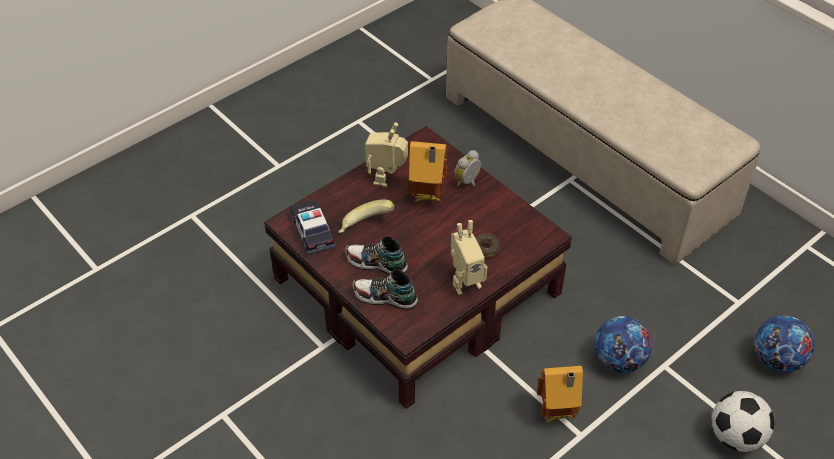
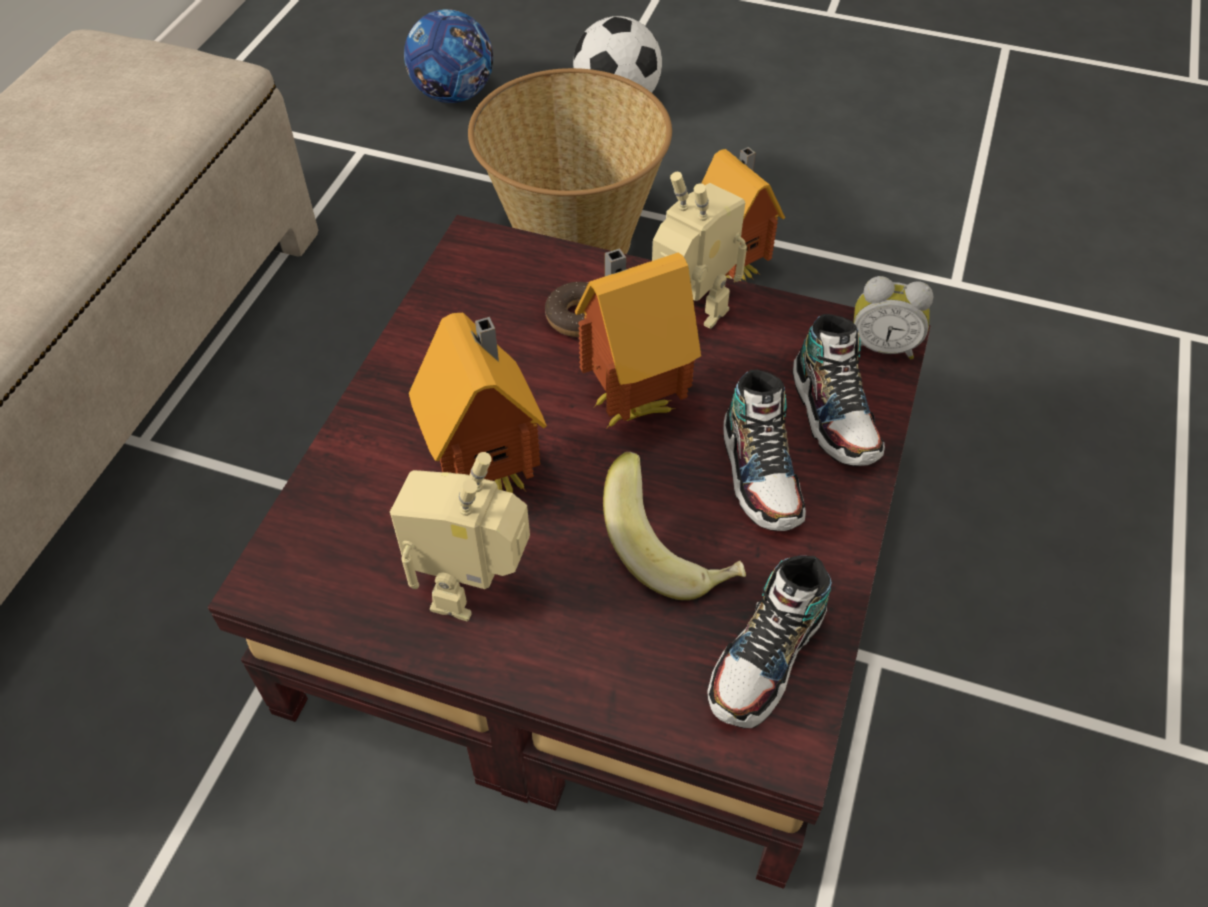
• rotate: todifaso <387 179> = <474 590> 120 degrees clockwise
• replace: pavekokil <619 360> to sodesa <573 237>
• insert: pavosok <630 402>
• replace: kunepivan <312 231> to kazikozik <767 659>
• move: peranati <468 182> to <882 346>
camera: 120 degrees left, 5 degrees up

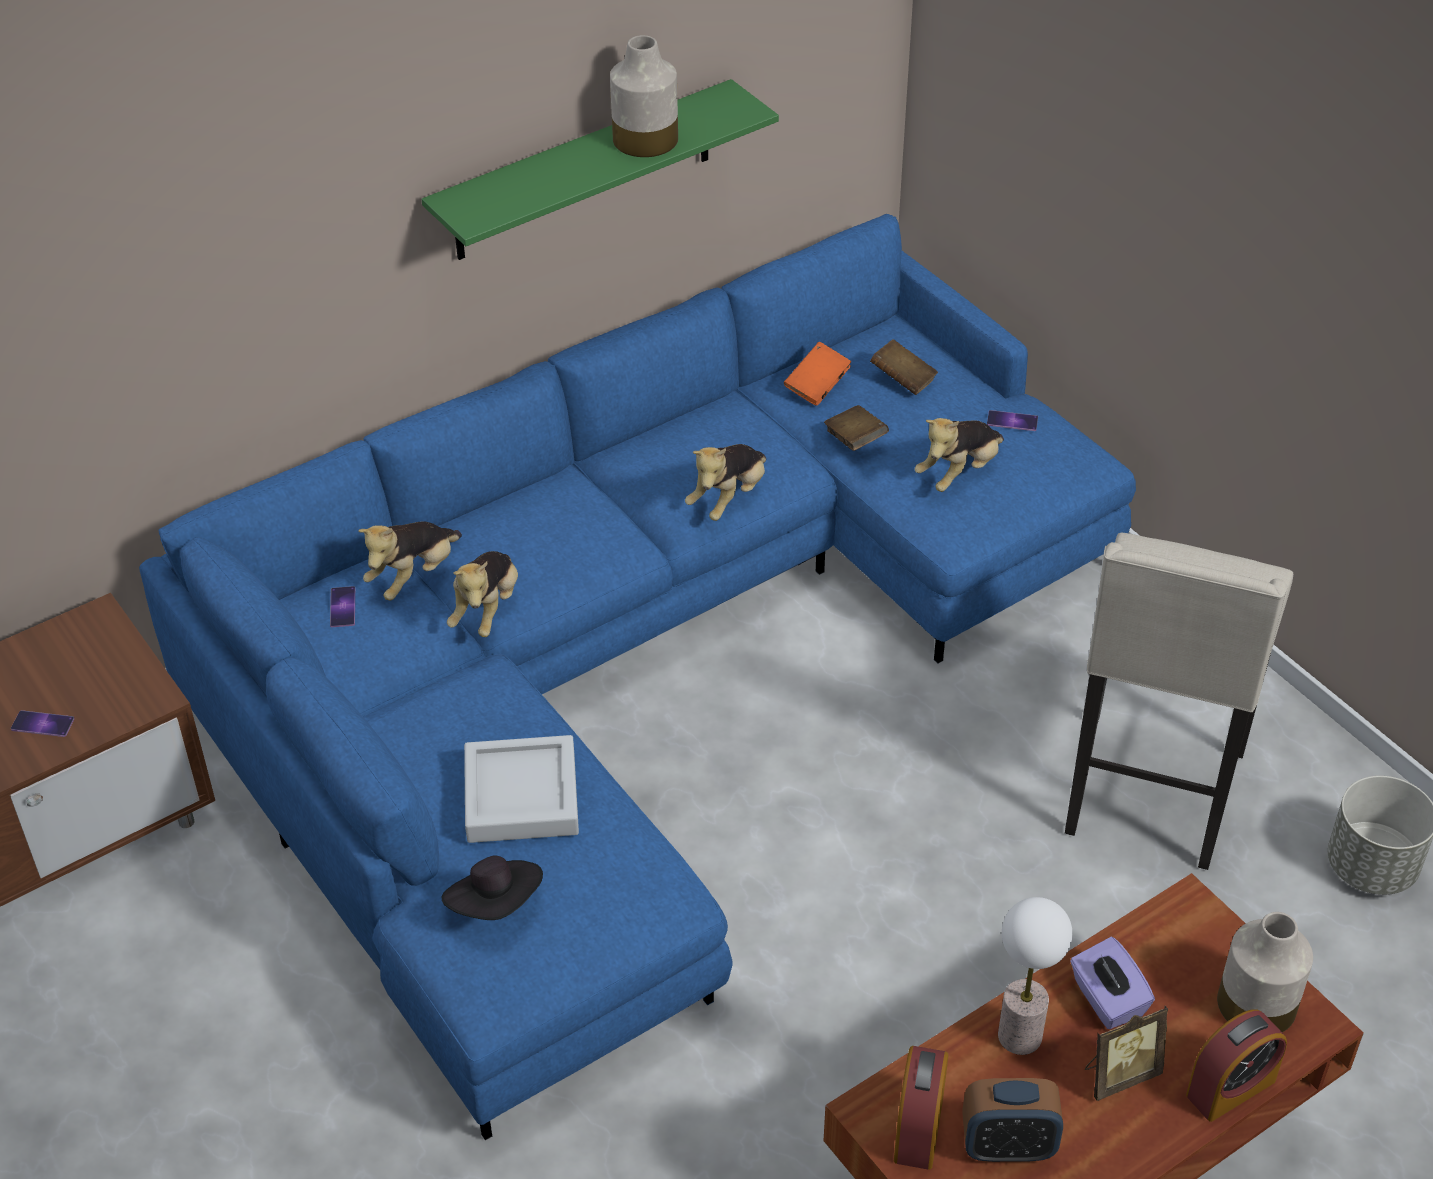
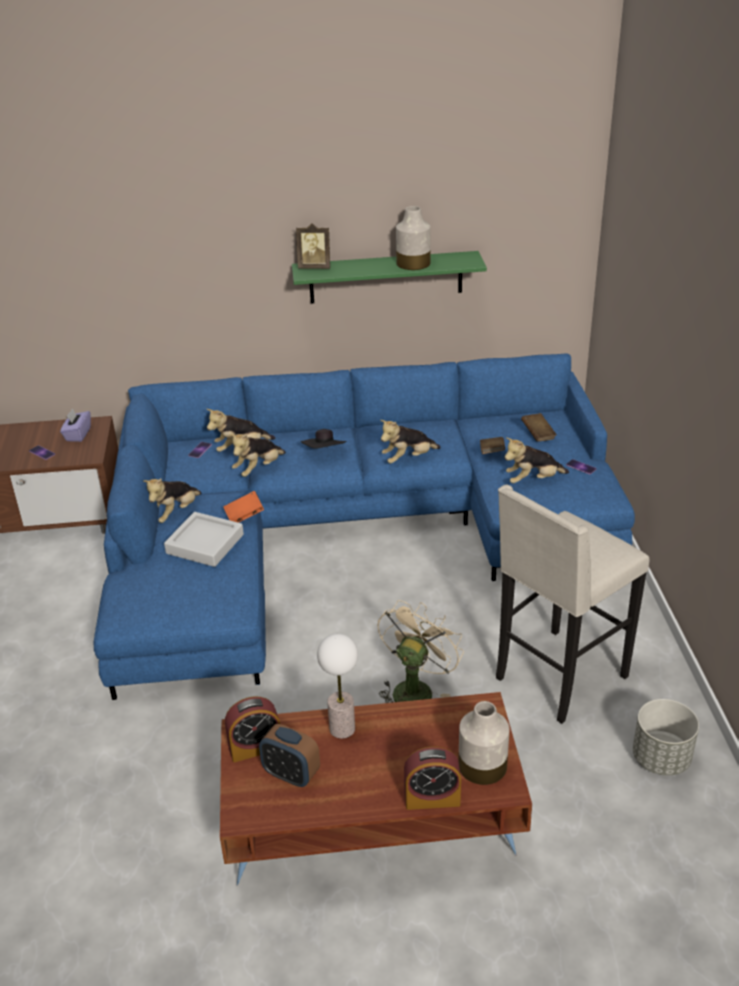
• move: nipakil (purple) <1107 1000> to <78 434>
• insert: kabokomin <175 513>
• move: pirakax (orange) <817 386> to <244 516>
• rotate: peranati <918 1127> = <255 747> 150 degrees counterclockwise
• move: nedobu <1119 1075> to <315 267>
• move: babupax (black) <496 904> to <325 453>
• insert: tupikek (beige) <415 688>
camera: 30 degrees right, 10 degrees down

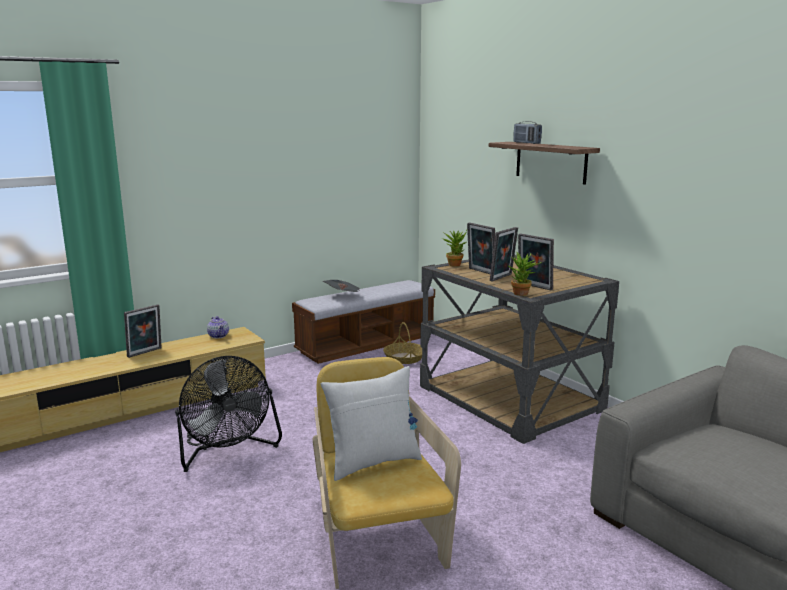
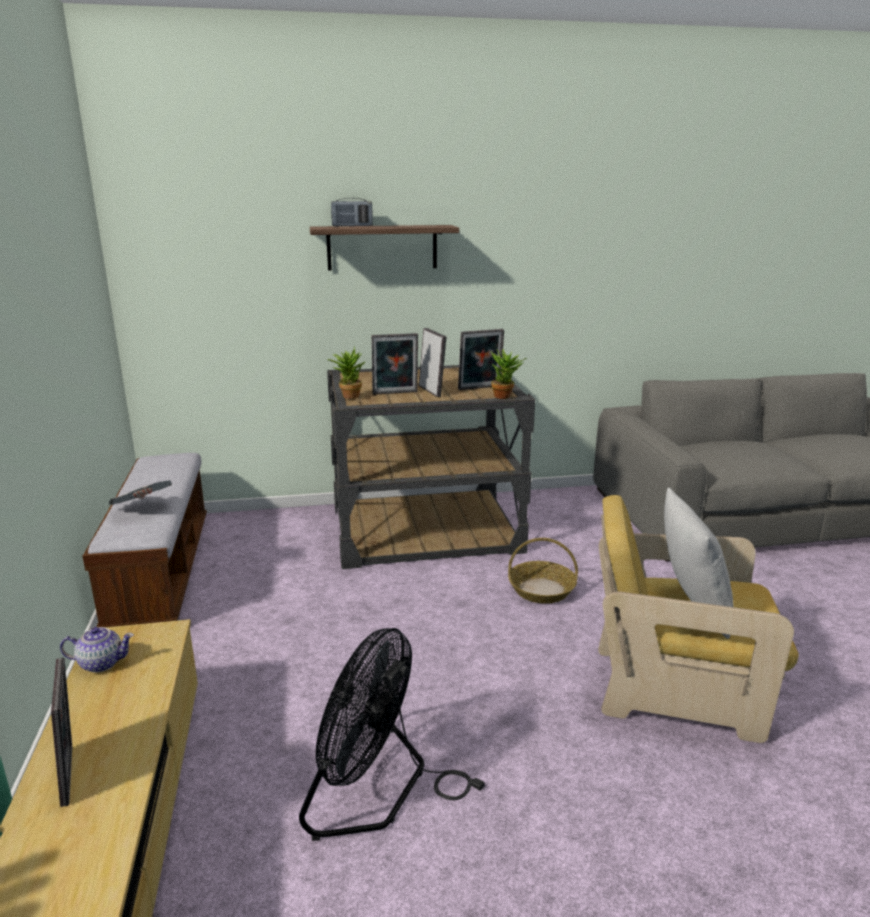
• rotate: tupikek (black) <223 451> = <388 785> 150 degrees counterclockwise
• move: sodesa <404 358> to <542 590>
camera: 65 degrees left, 5 degrees up

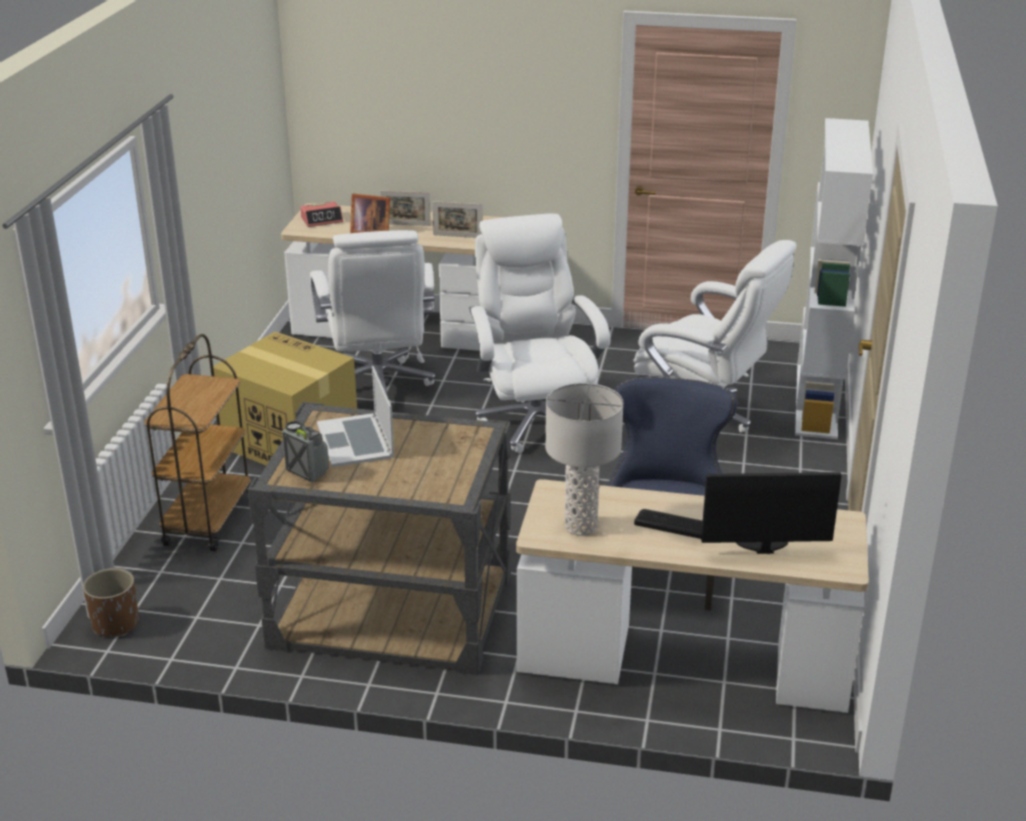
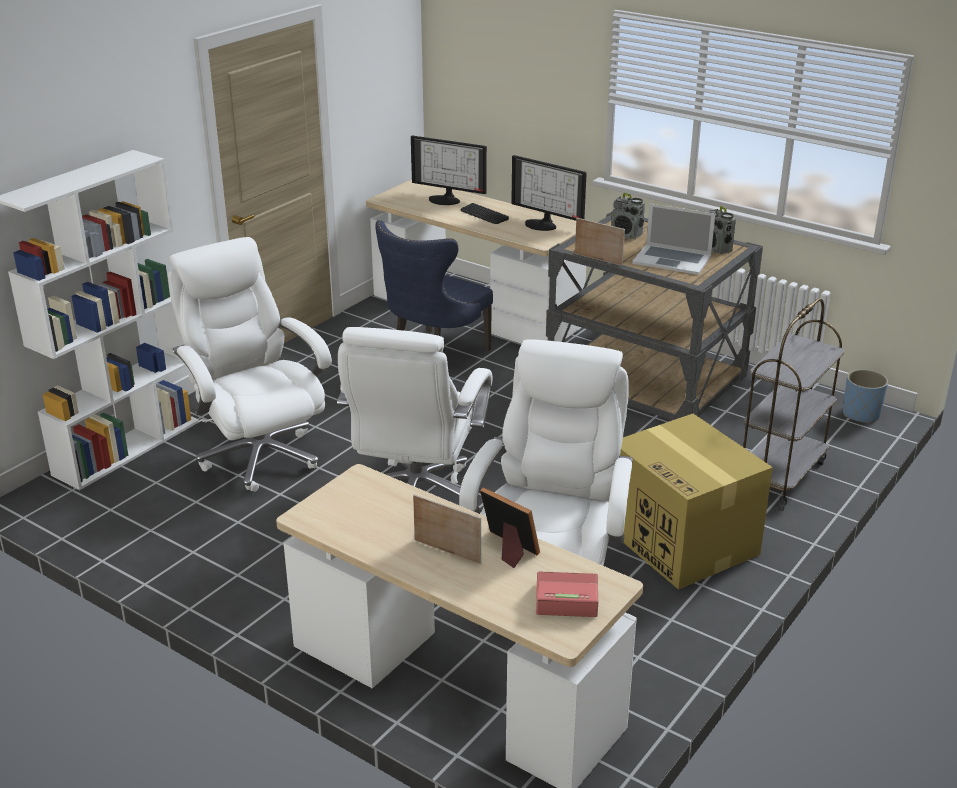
• replace: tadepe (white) <580 526> to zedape <542 224>
• move: nedobu <458 236> to <598 259>
• insert: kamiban <626 235>
• rotate: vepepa <356 440> = <672 259> 105 degrees clockwise
• recolor: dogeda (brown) <208 520> to dogeda (grey) <781 477>
• recolor: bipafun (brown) <115 624> to bipafun (blue) <861 414>
camera: 155 degrees left, 0 degrees up

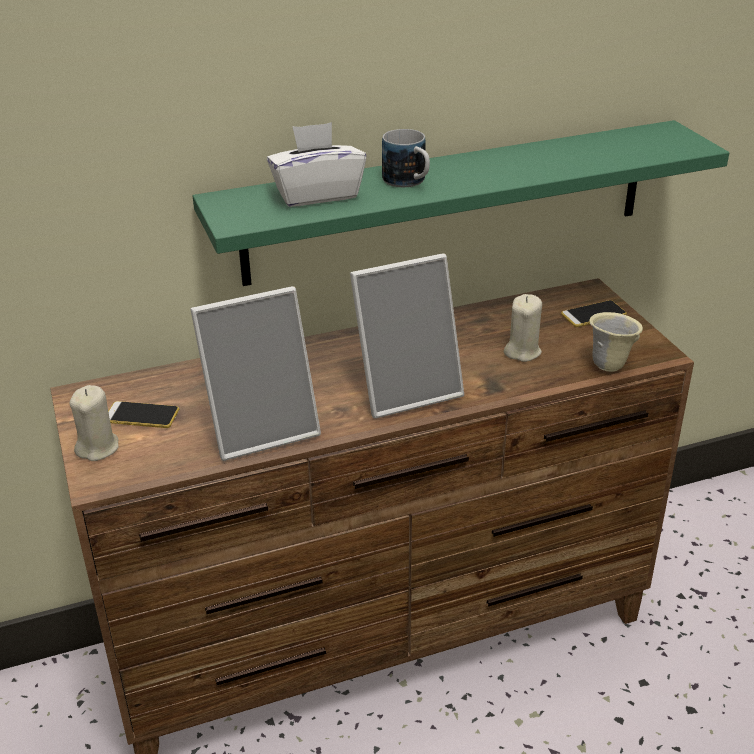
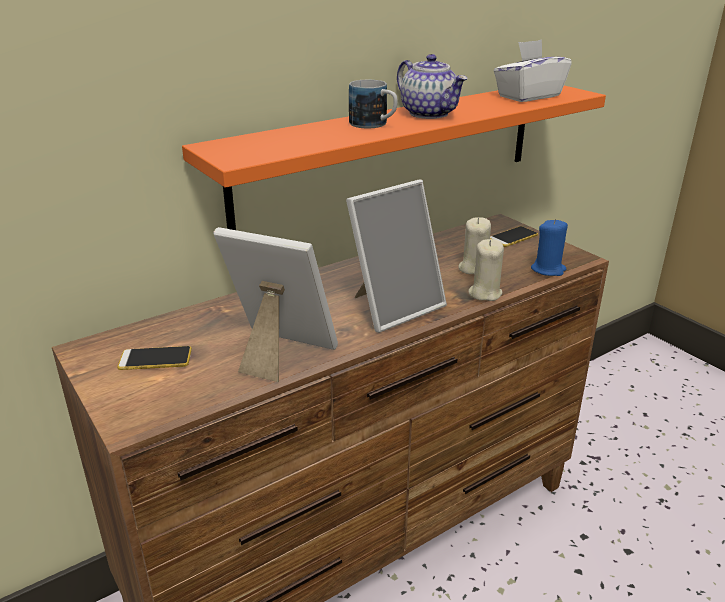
• recolor: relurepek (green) <448 202> to relurepek (orange) <392 151>
• rotate: nedobu <262 428> = <278 354> 120 degrees counterclockwise
• insert: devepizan <430 113>
• move: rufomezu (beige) <98 448> to <484 293>
• move: nipakil (white) <317 194> to <528 96>
• replace: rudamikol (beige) <610 365> to rufomezu (blue) <548 270>
camera: 15 degrees left, 5 degrees down

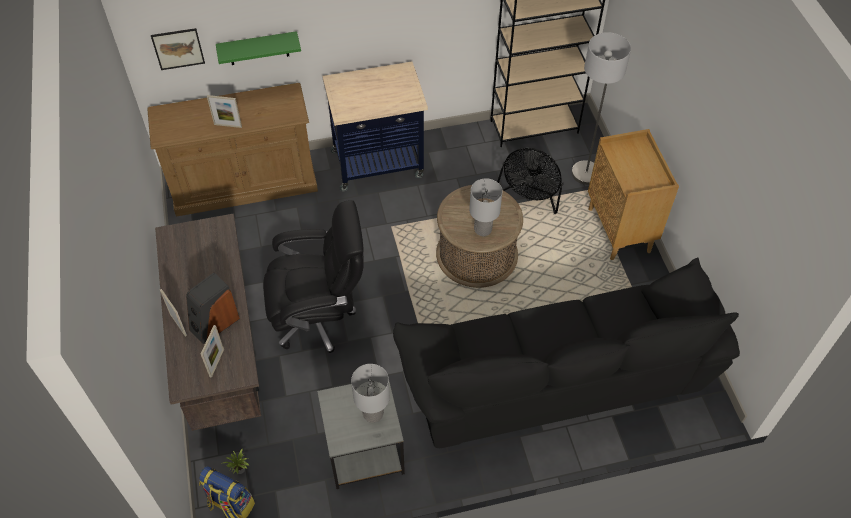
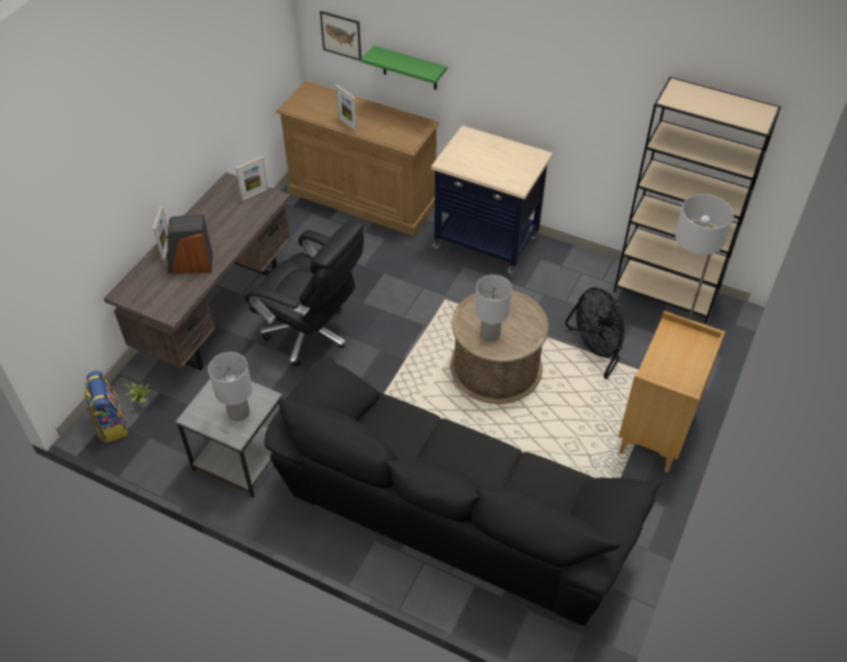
• move: nedobu <217 363> to <255 194>
camera: 40 degrees right, 5 degrees down

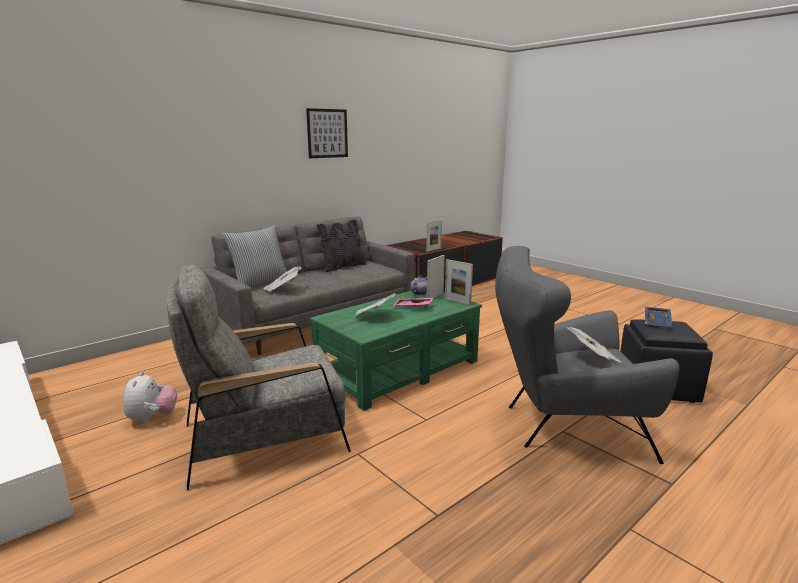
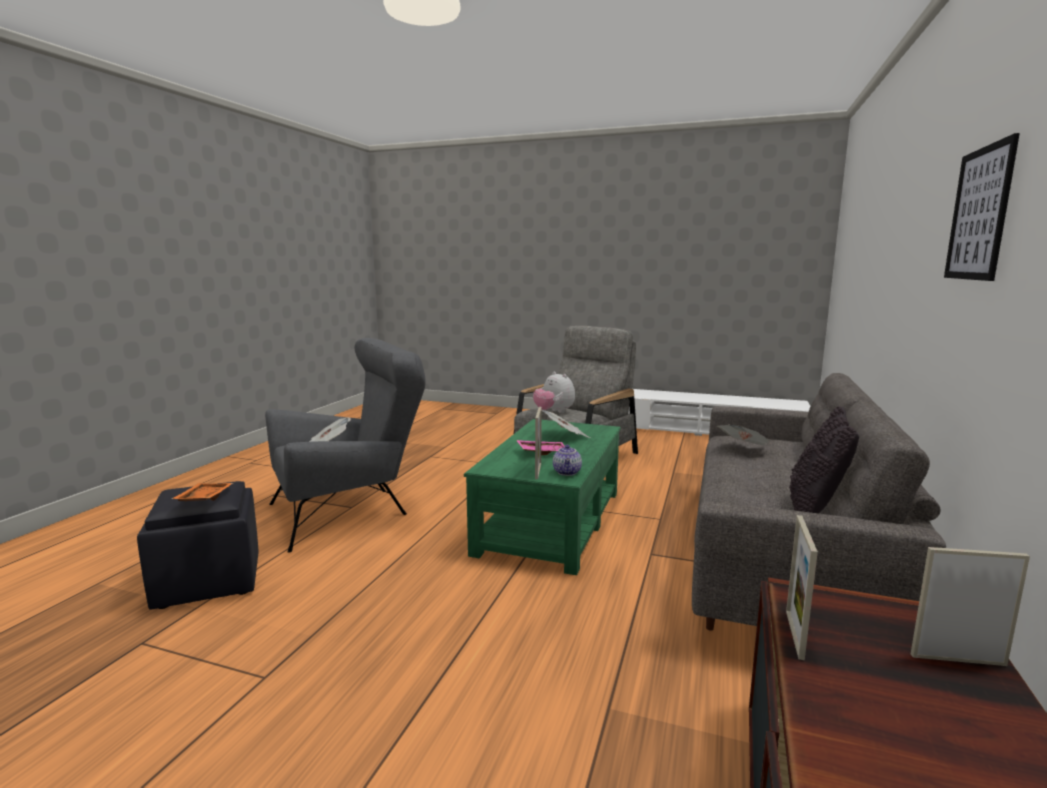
• recolor: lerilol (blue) <658 322> to lerilol (orange) <203 499>
• move: kabokomin <152 418> to <554 412>
• move: nedobu <457 301> to <958 660>
• delete: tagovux <260 283>
camera: 150 degrees right, 5 degrees down

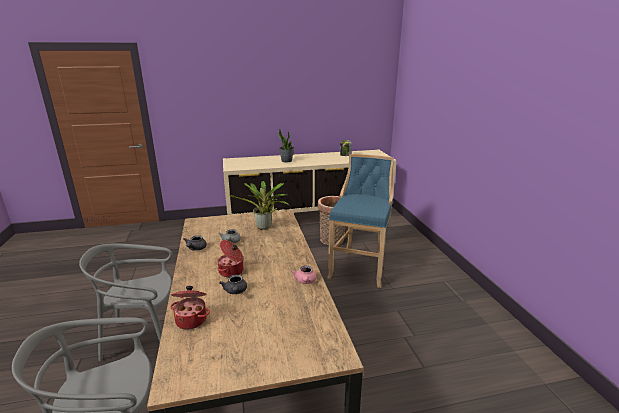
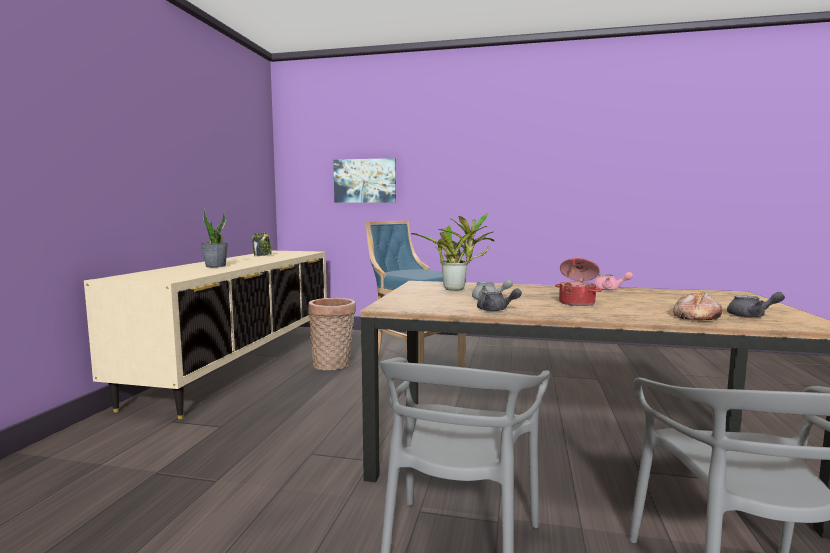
• insert: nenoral <365 181>
• replace: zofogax <192 319> to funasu <695 317>
• move: devepizan (grey) <235 291> to <751 316>
camera: 65 degrees left, 15 degrees down

